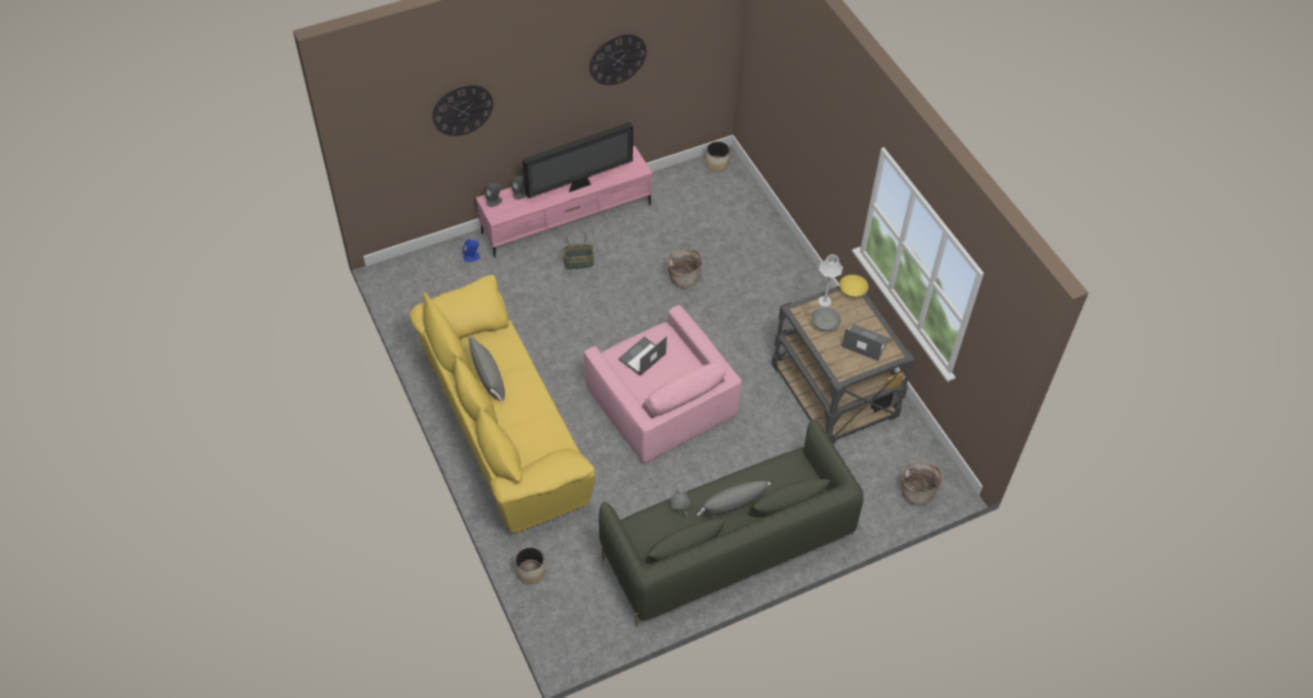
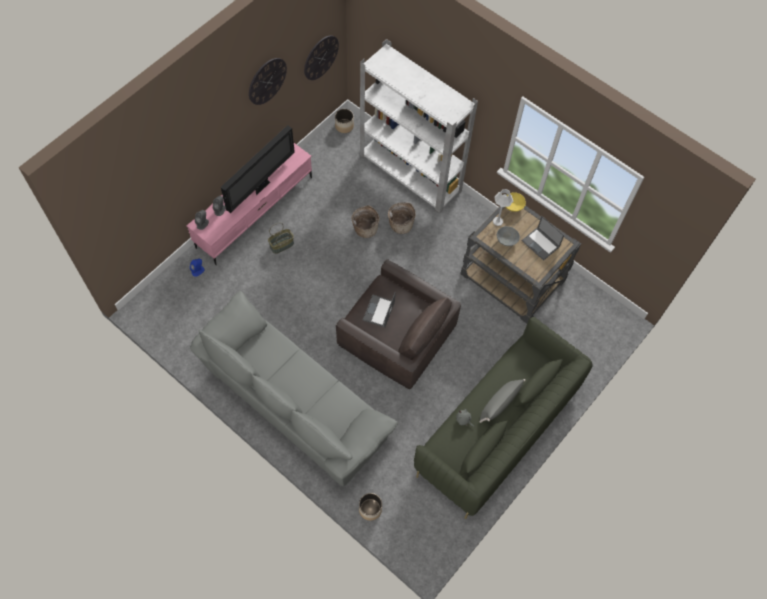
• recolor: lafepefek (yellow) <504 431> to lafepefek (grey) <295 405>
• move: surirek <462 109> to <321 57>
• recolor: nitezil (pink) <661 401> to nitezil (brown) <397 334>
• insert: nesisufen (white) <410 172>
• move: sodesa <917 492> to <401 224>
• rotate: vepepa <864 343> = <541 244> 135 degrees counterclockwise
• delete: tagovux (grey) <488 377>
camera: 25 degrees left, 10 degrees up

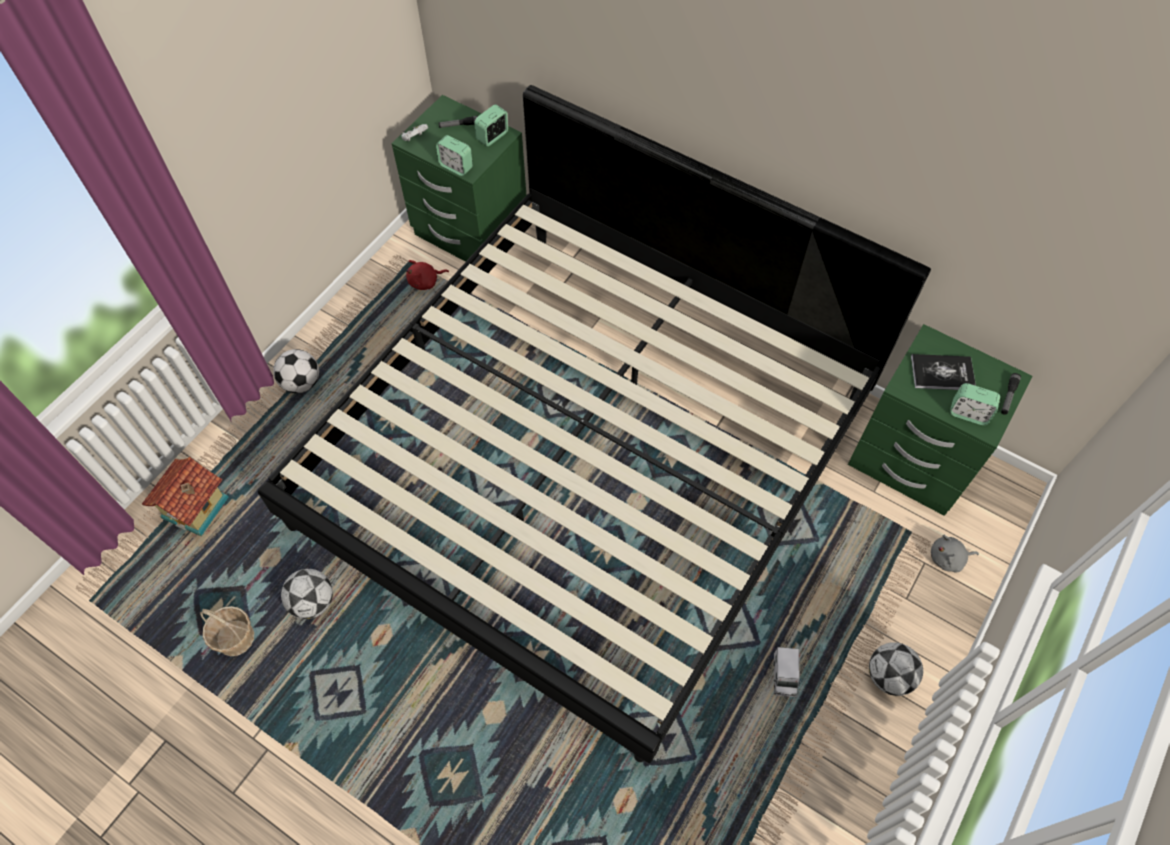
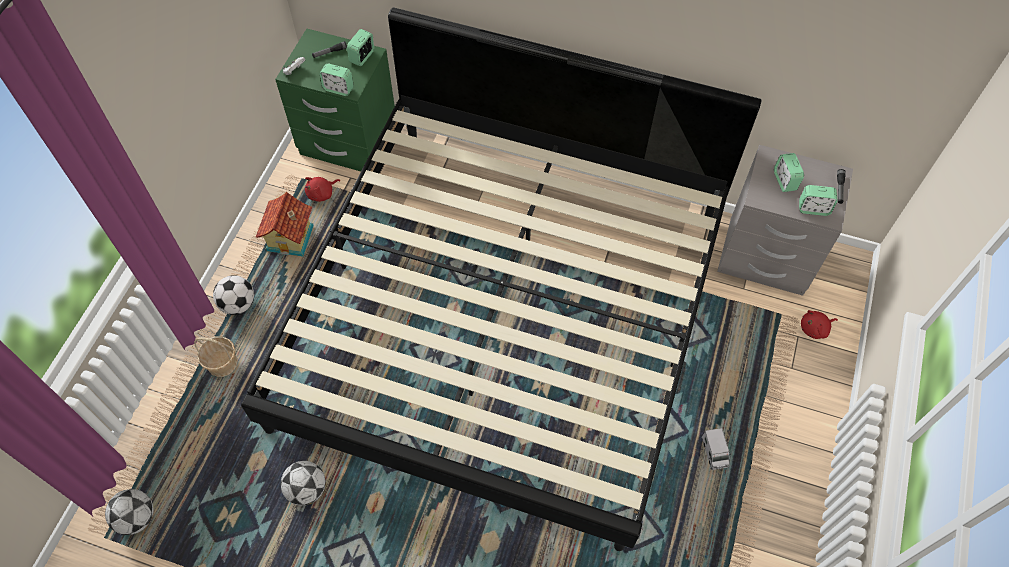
• move: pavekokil <888 676> to <137 518>
• move: sodesa <235 638> to <222 363>
• move: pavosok <197 508> to <291 238>
• recolor: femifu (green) <910 461> to femifu (grey) <765 258>
• replace: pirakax <942 373> to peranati <784 181>
• recolor: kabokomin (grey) <948 558> to kabokomin (red) <815 329>
camera: 15 degrees left, 0 degrees up

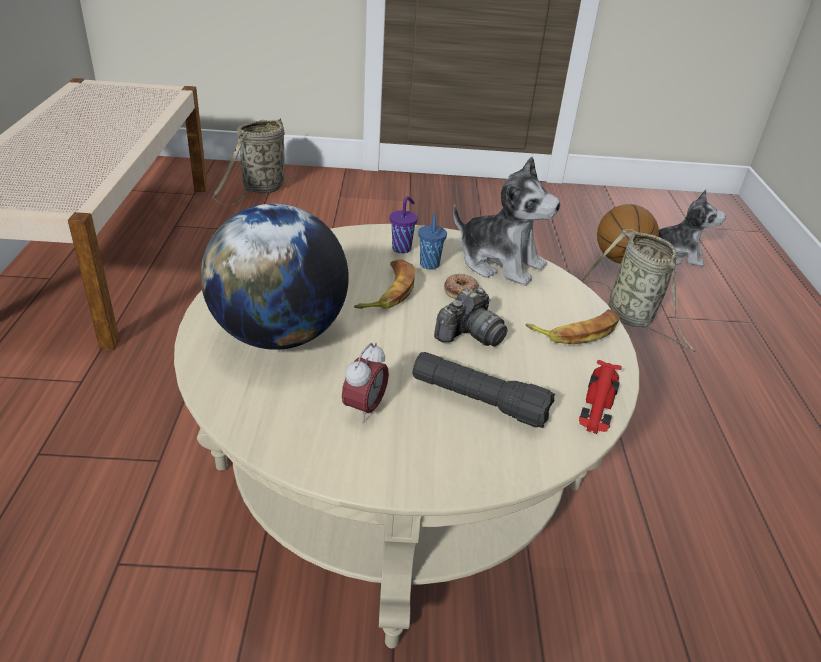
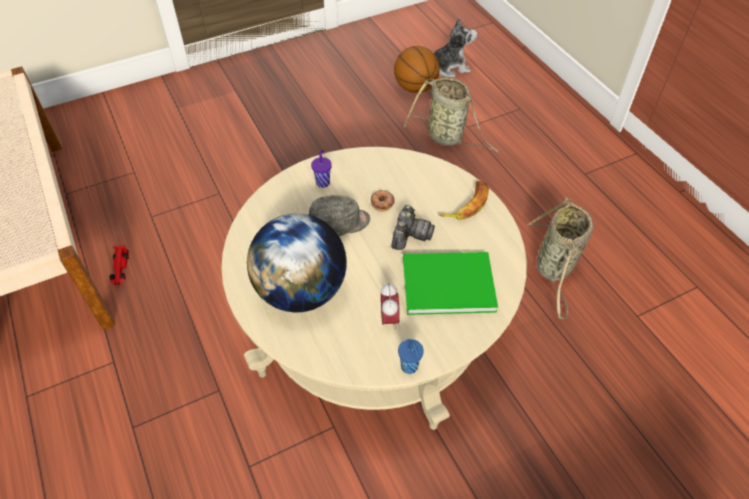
• move: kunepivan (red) <598 406> to <120 268>
• replace: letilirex <387 291> to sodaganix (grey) <340 224>
• move: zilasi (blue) <429 265> to <410 367>
• replace: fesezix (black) <478 401> to pirakax (green) <445 282>
• move: sodesa <261 189> to <554 269>
• delete: kabokomin <500 263>
camera: 25 degrees left, 15 degrees up

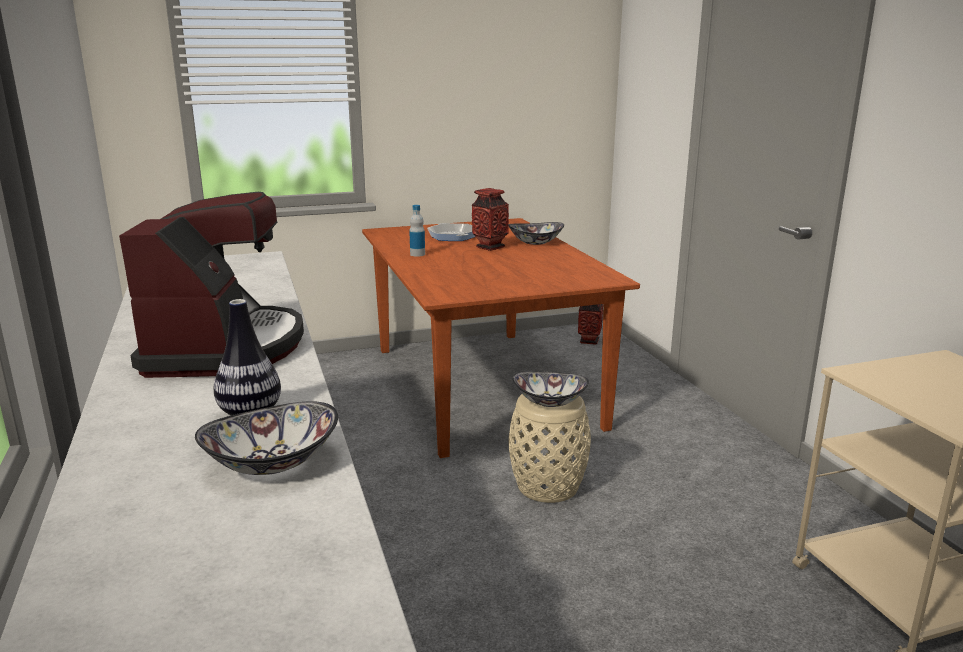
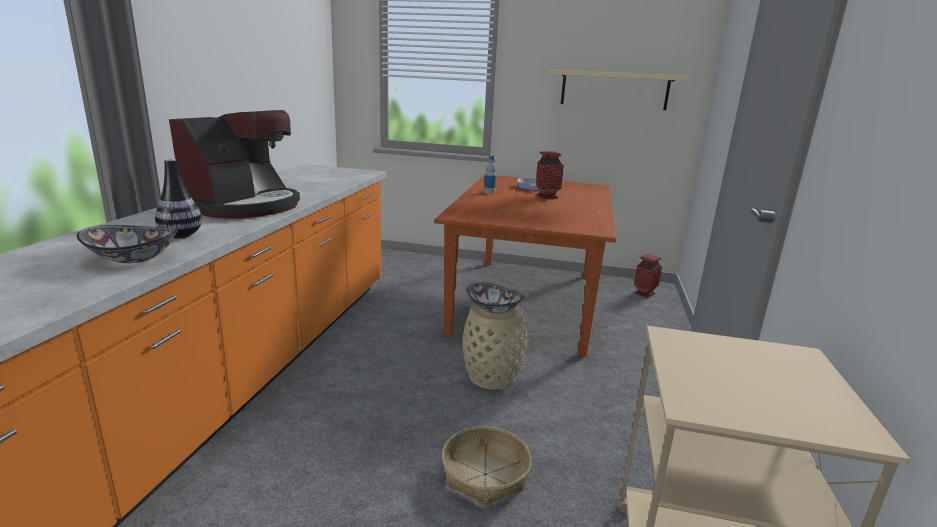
• insert: sodesa <484 474>
• insert: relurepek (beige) <614 90>
• delete: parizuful <535 242>
camera: 30 degrees right, 0 degrees up

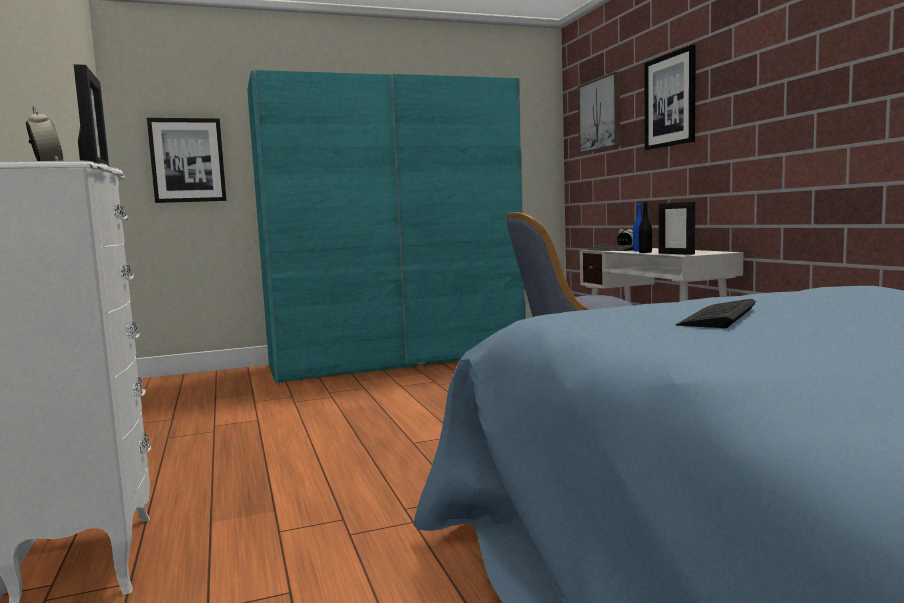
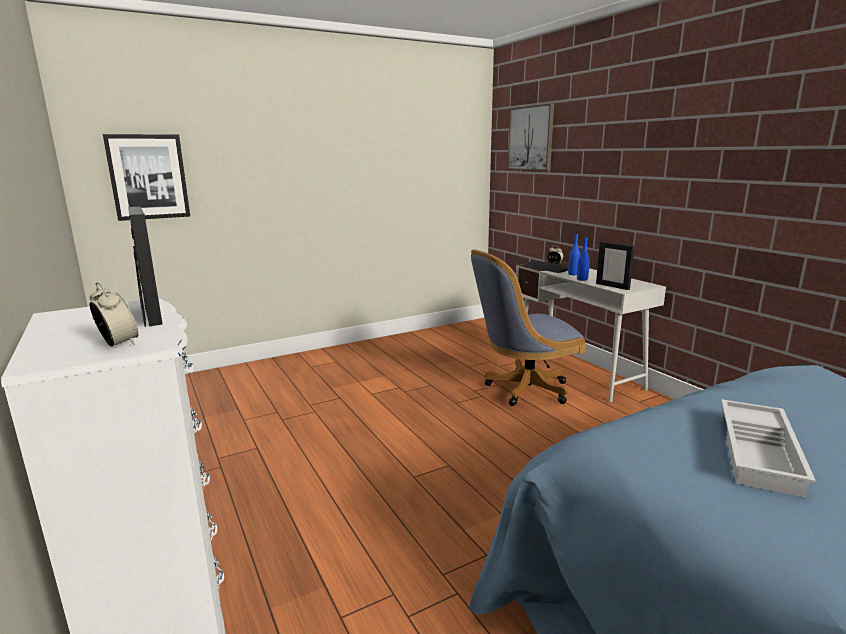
• recolor: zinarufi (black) <645 252> to zinarufi (blue) <582 279>
• replace: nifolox <717 316> to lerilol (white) <761 453>
• delete: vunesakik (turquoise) <398 359>
• delete: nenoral <670 100>
camera: 10 degrees left, 10 degrees up

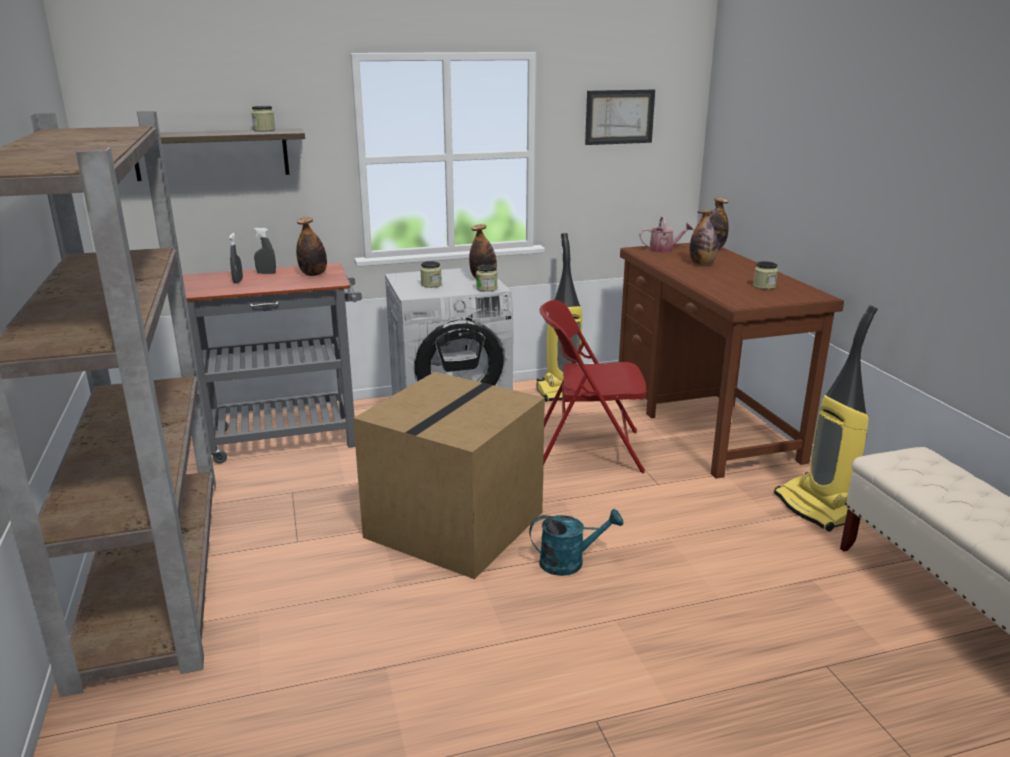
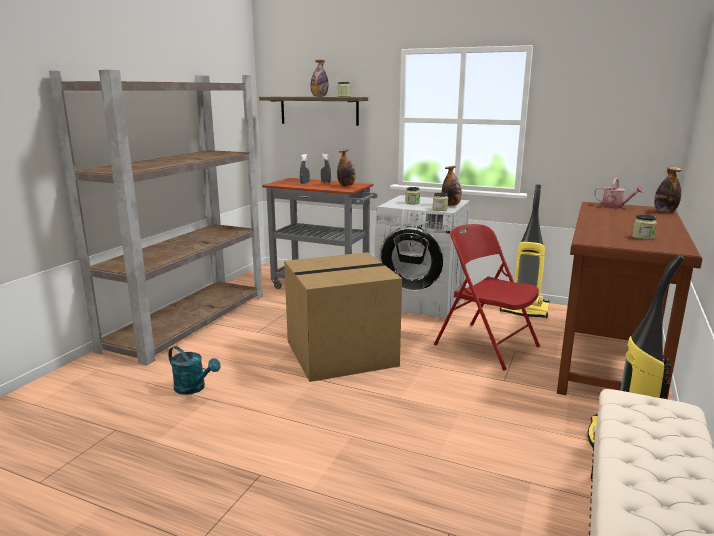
• move: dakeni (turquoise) <570 562> to <194 388>
• move: zinarufi <702 264> to <319 96>
• delete: nenoral <619 117>
camera: 40 degrees right, 5 degrees down

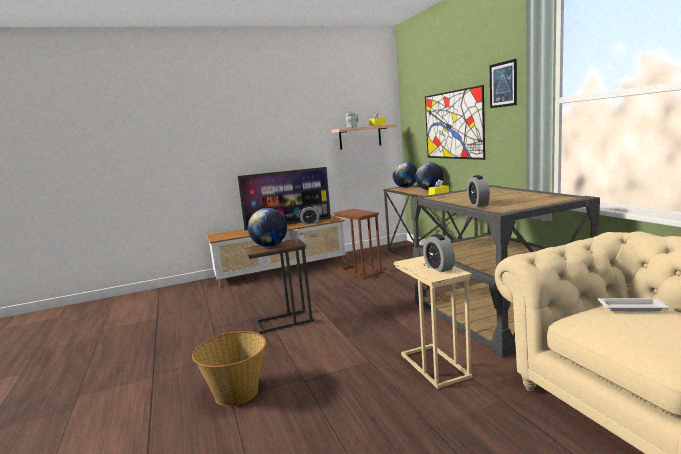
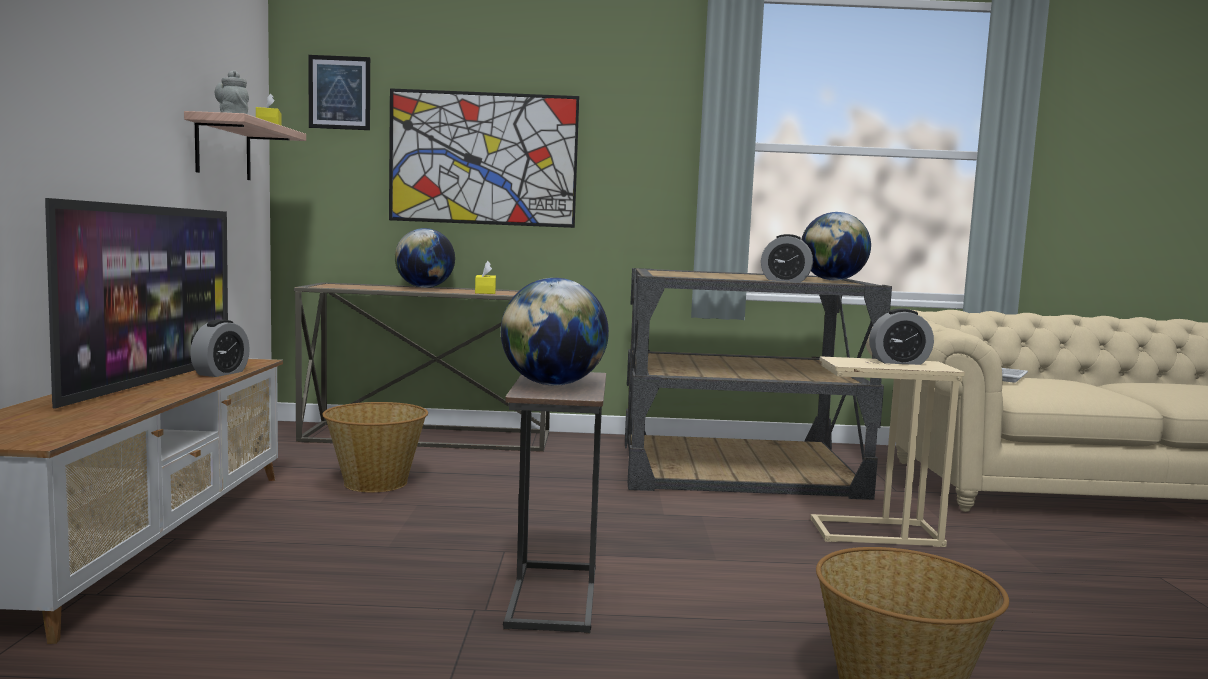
• move: nenoral <503 84> to <339 92>
• replace: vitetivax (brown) <361 271> to sodesa <375 482>
• move: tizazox <405 187> to <832 280>
camera: 70 degrees left, 5 degrees down

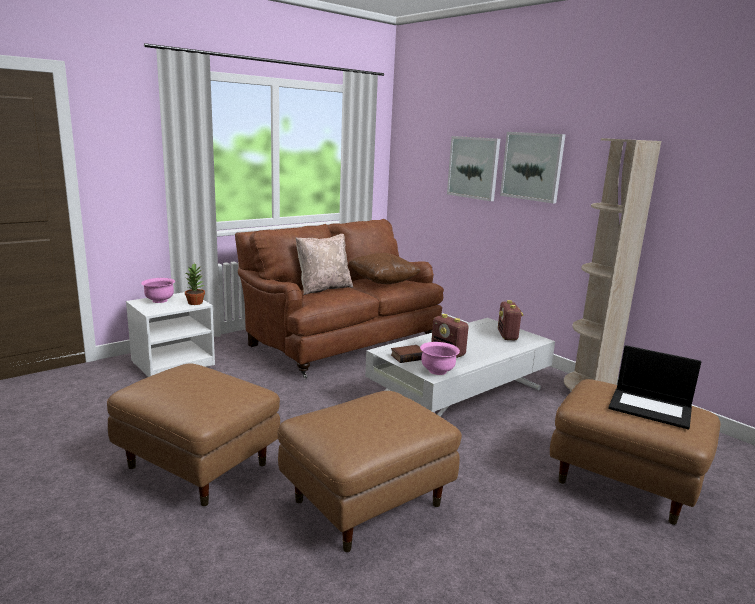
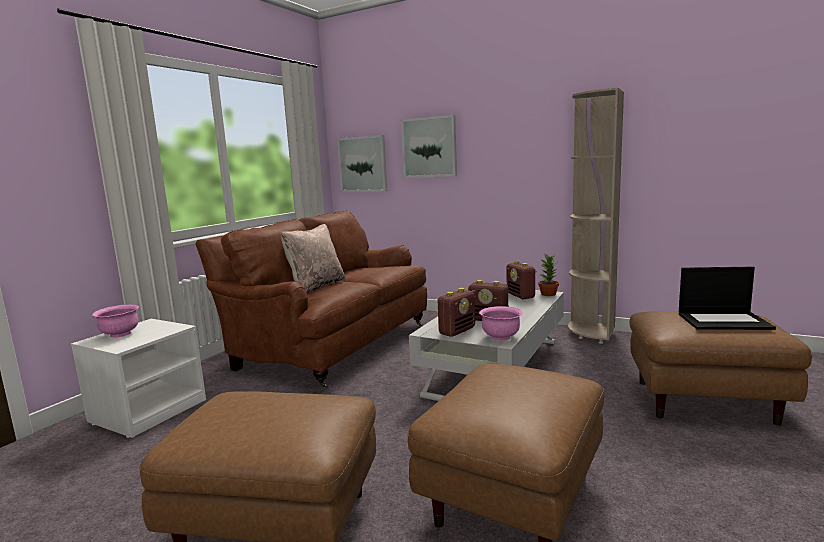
• move: nenoral <532 166> to <363 164>
• replace: pirakax <408 356> to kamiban <457 331>
• move: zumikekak <195 303> to <548 294>
• delete: tagovux (brown) <383 282>
camera: 20 degrees left, 5 degrees down

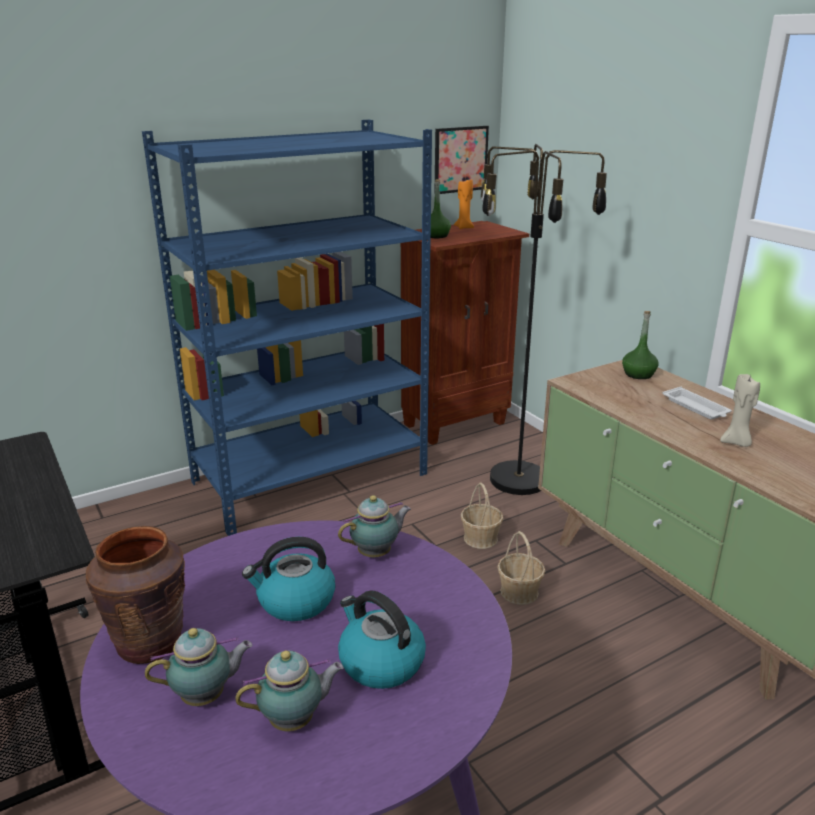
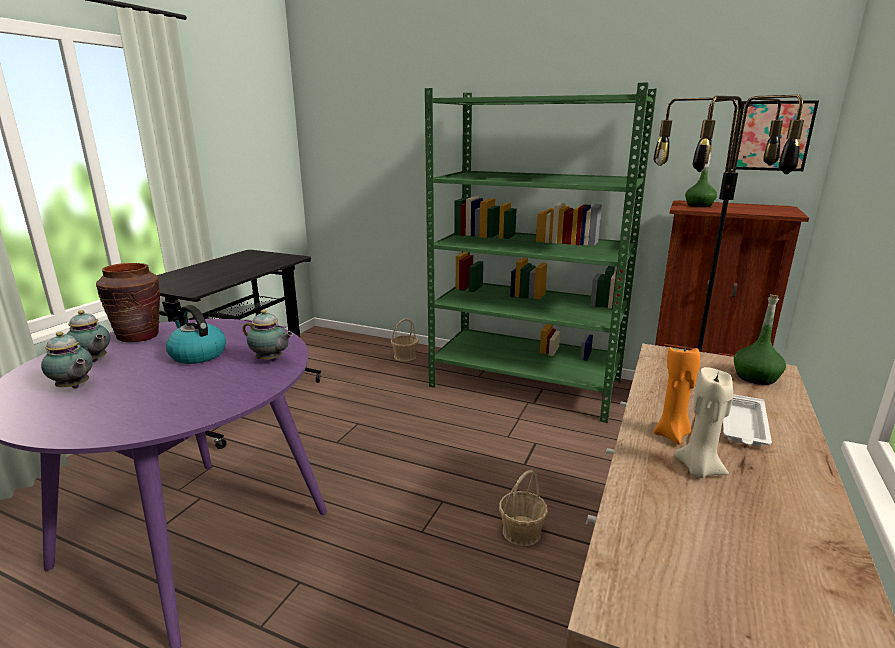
• move: sodesa <480 538> to <405 356>
• recolor: nesisufen (blue) <310 478> to nesisufen (green) <526 383>
• move: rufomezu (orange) <464 227> to <672 434>
• delete: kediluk <380 662>
camera: 55 degrees right, 5 degrees down

